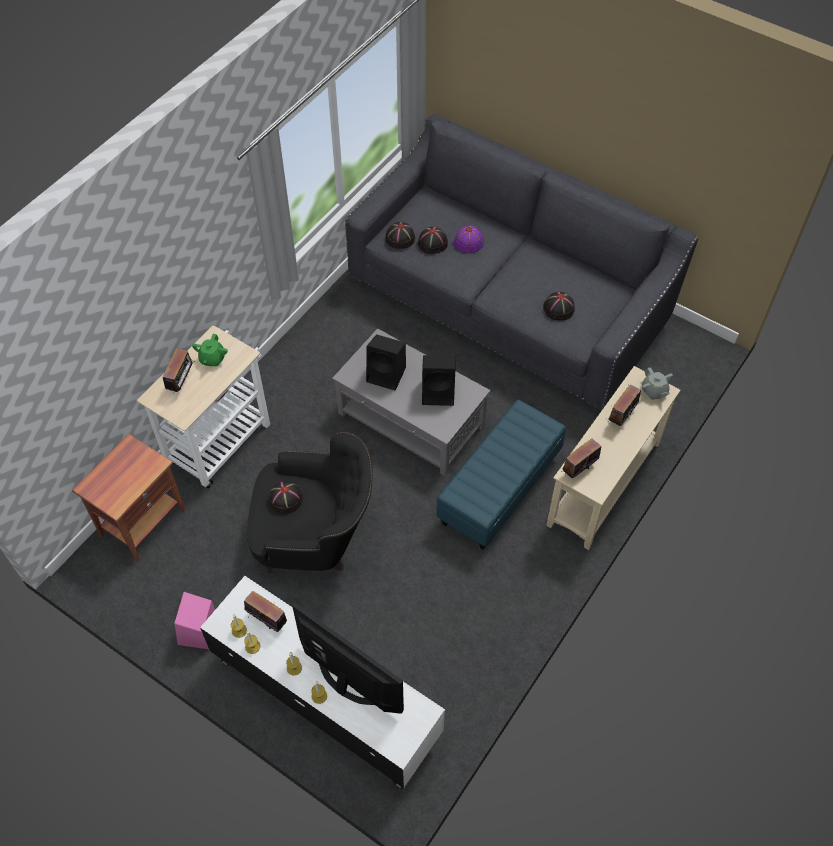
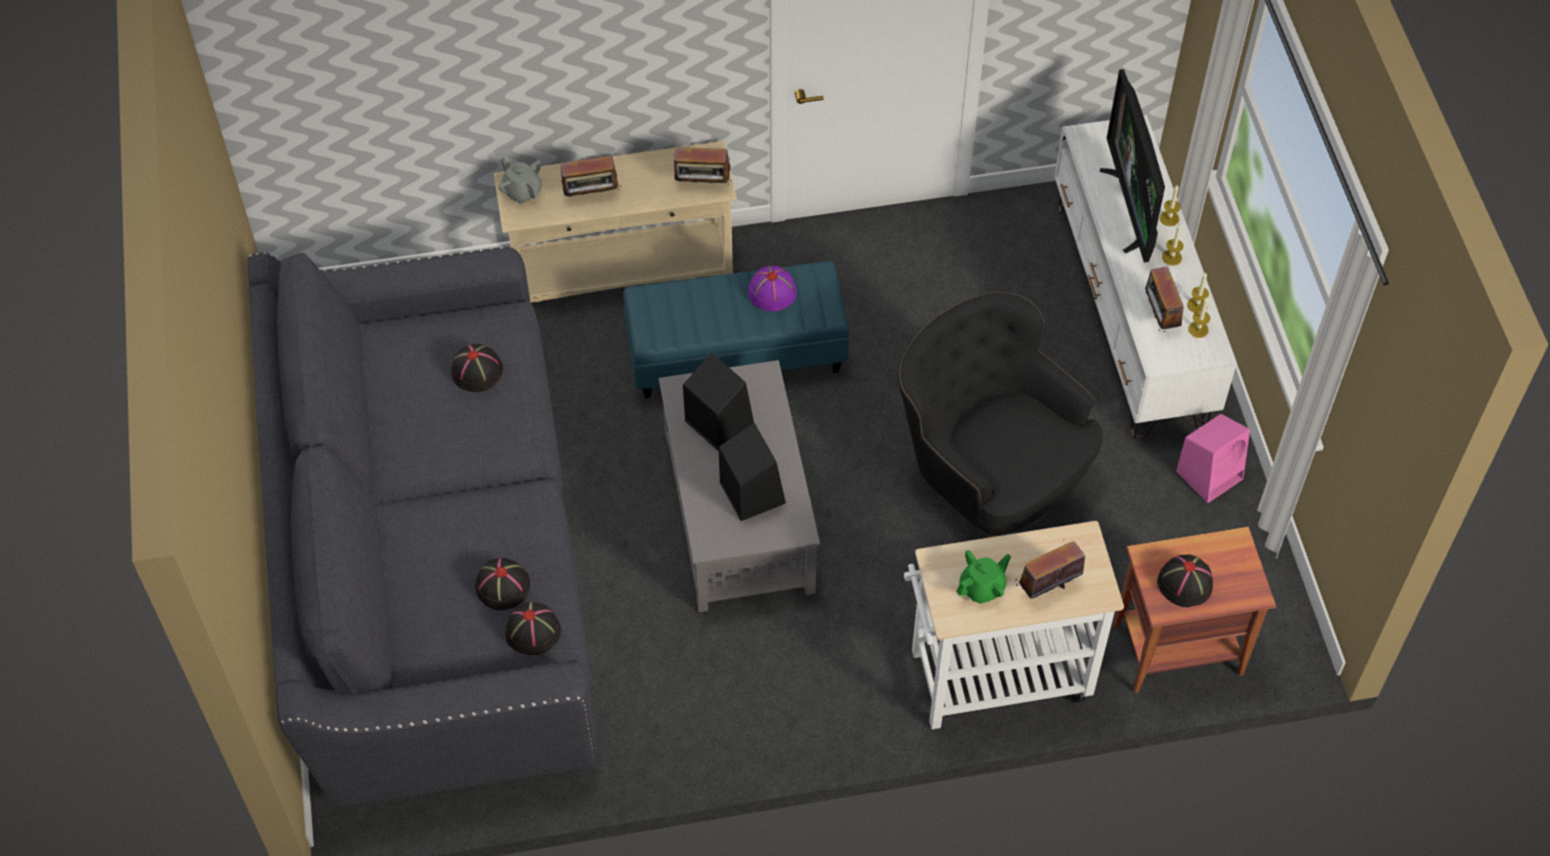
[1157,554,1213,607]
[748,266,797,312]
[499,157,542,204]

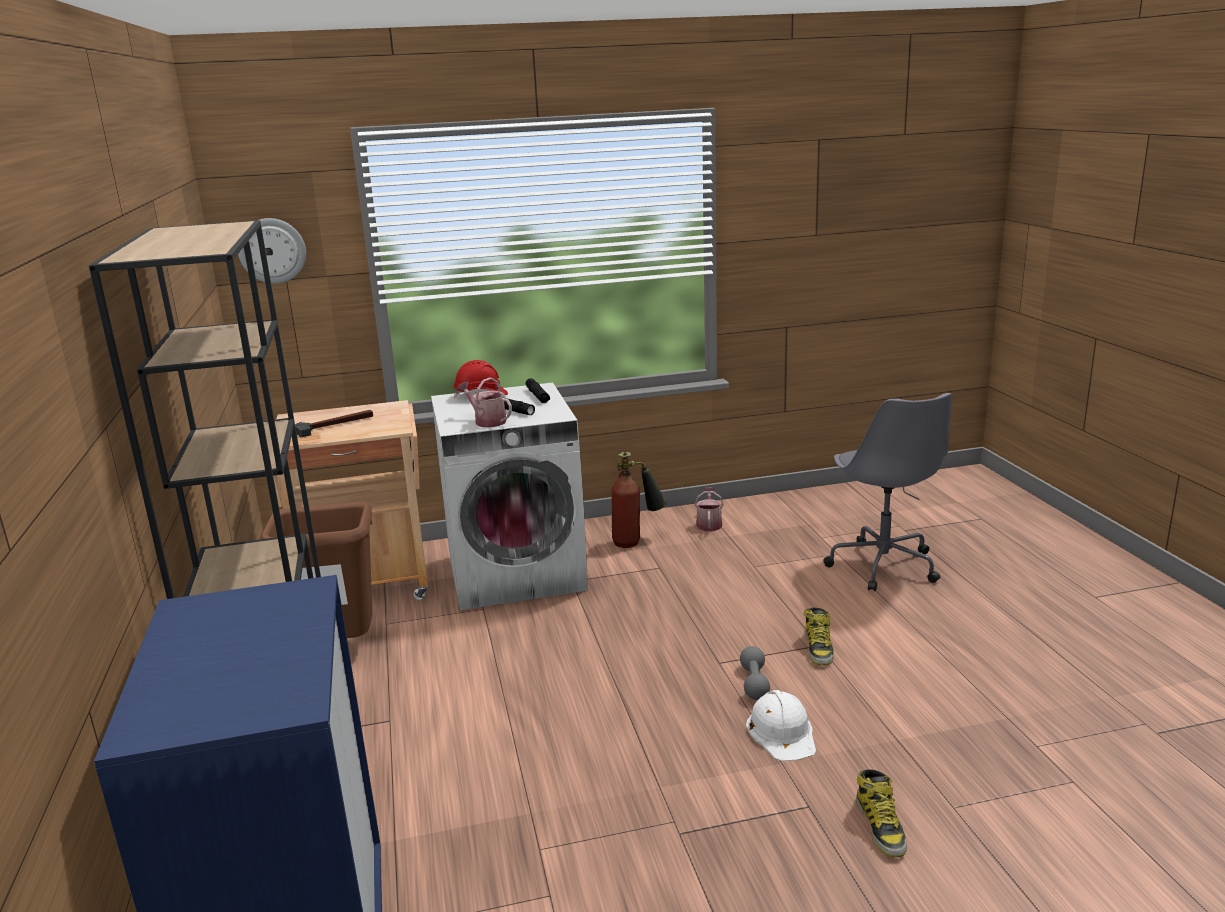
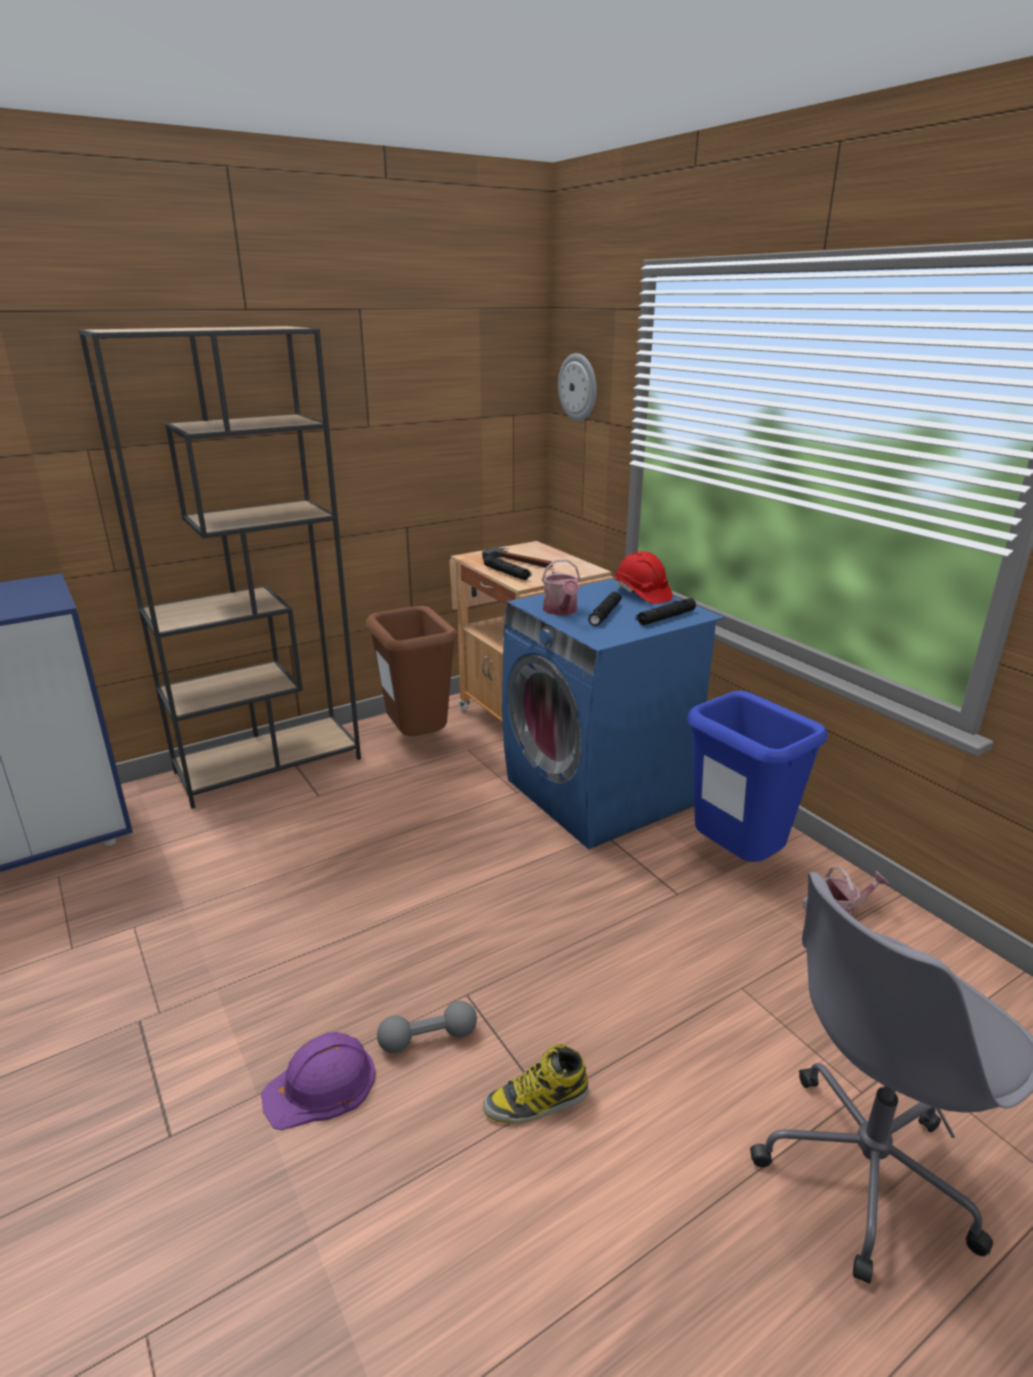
[502,578,725,849]
[542,559,580,615]
[687,691,828,862]
[261,1032,376,1130]
[856,769,907,858] (first image)
[484,556,532,580]

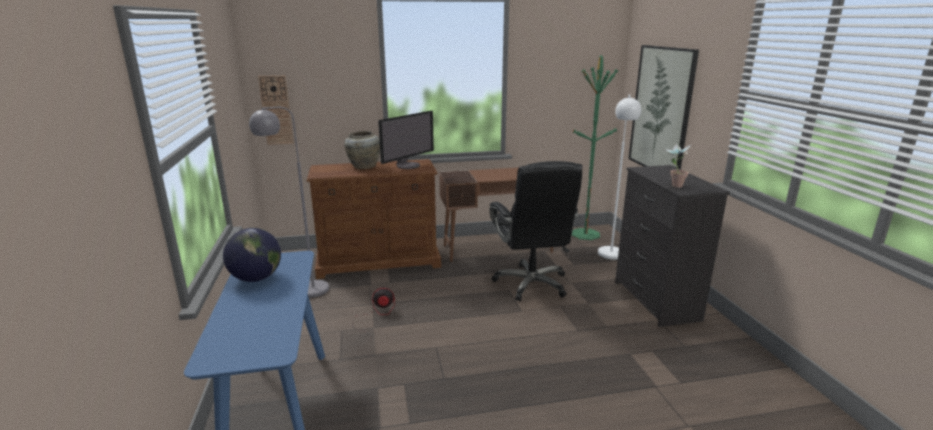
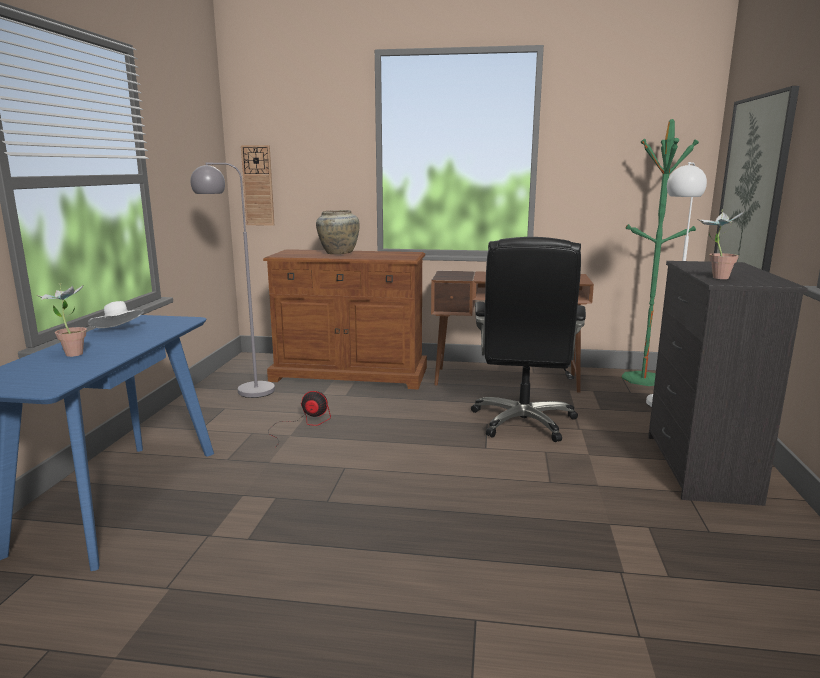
[87,301,144,328]
[378,110,434,169] (first image)
[37,283,87,357]

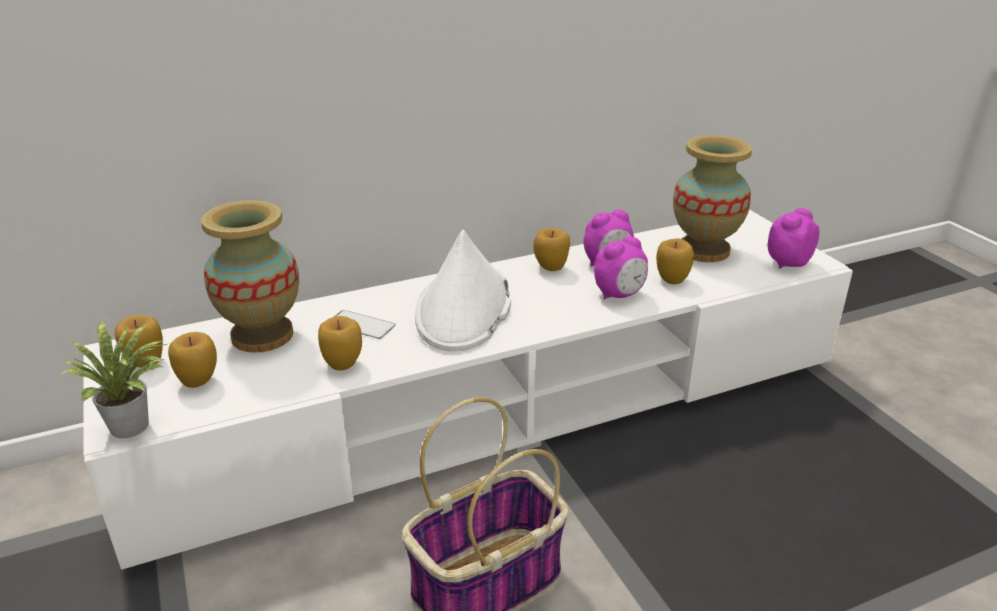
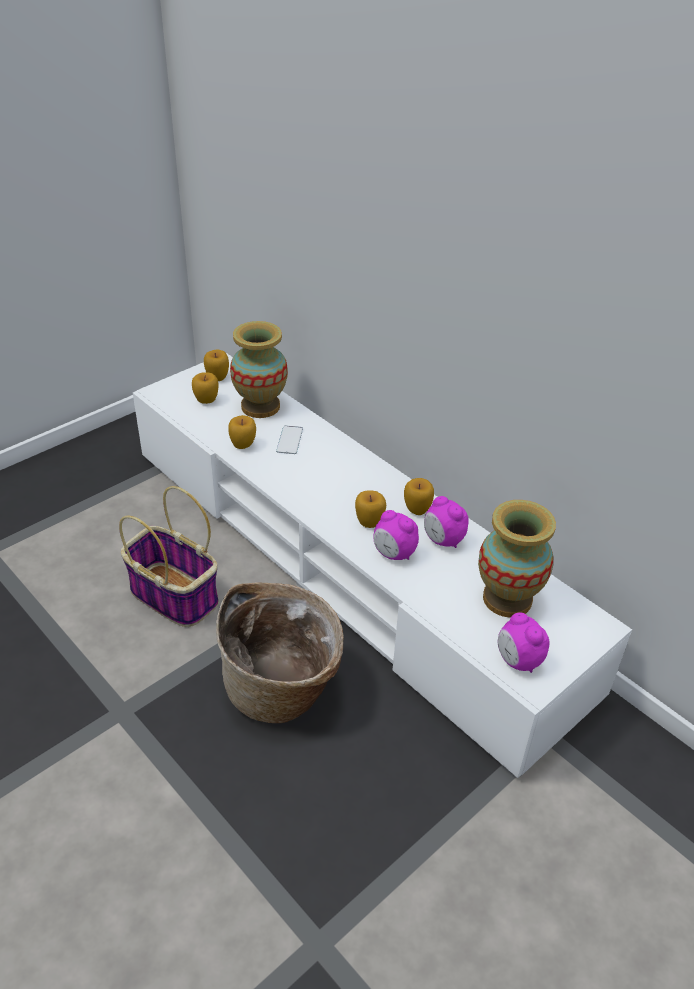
[61,320,167,438] (first image)
[415,230,511,351] (first image)
[355,491,386,528]
[498,612,550,673]
[216,582,344,723]

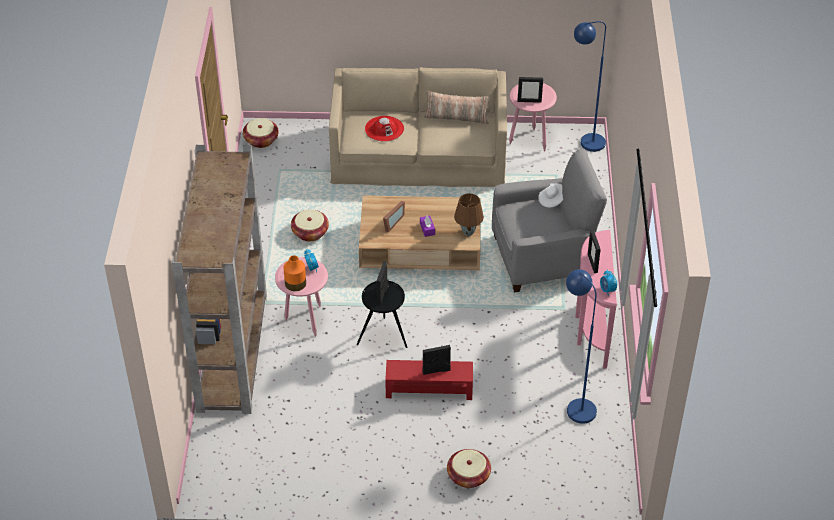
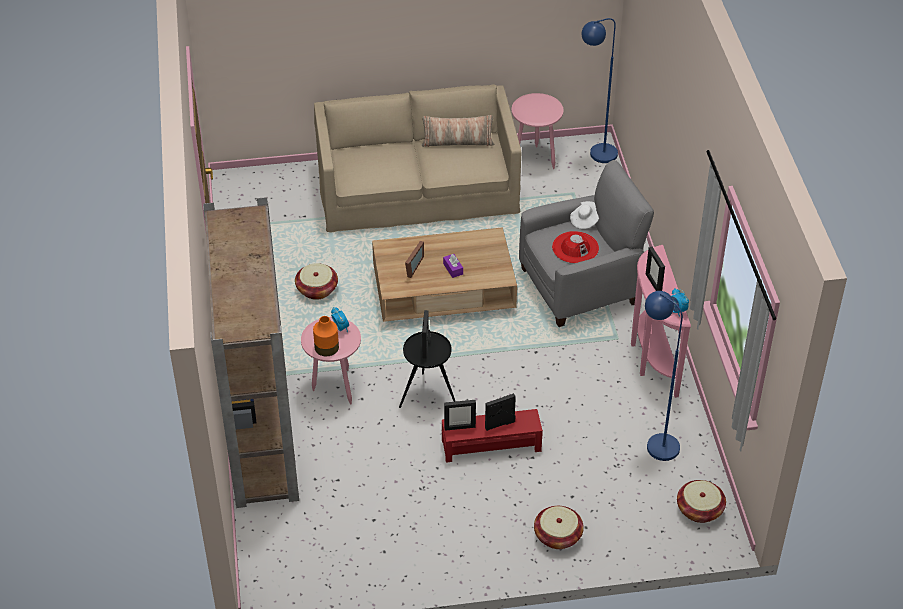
[677,480,726,523]
[552,231,599,264]
[454,193,484,236] (first image)
[444,400,476,431]

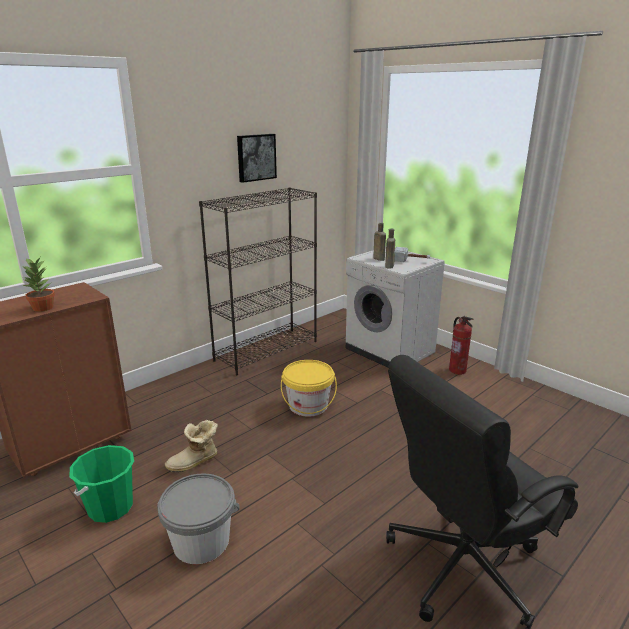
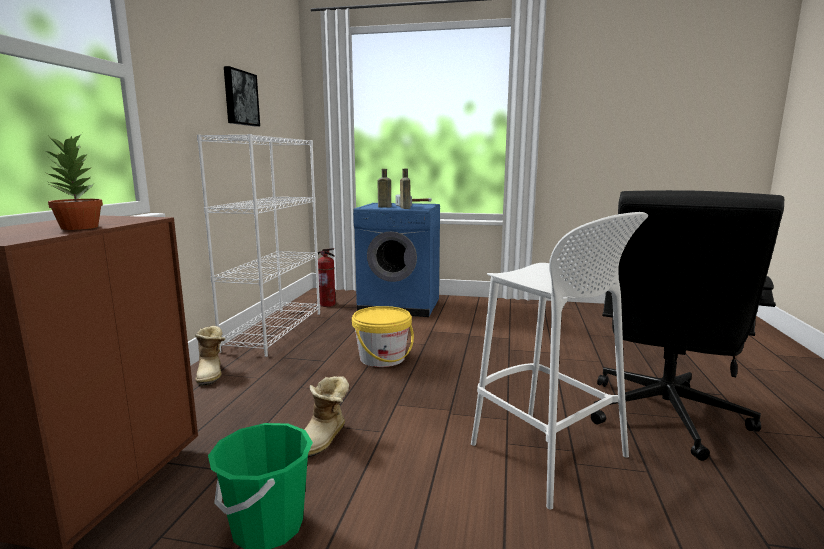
[157,473,240,564] (first image)
[197,134,320,357]
[353,203,440,317]
[318,248,335,307]
[195,326,226,386]
[471,212,648,510]

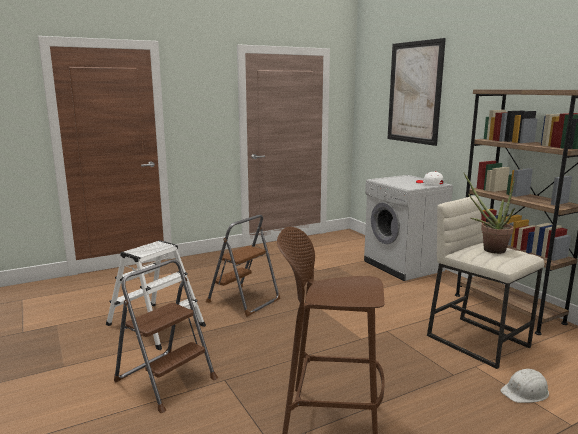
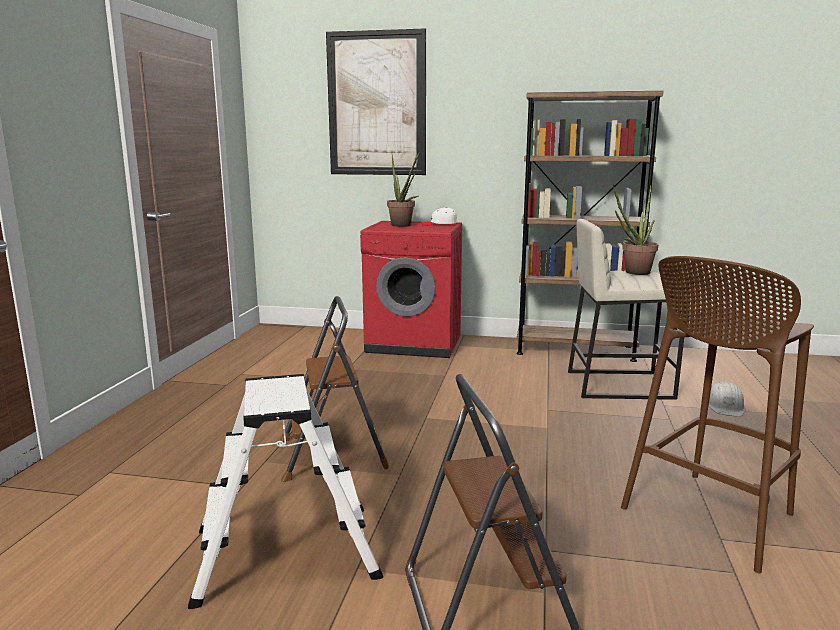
[360,221,462,358]
[387,152,420,227]

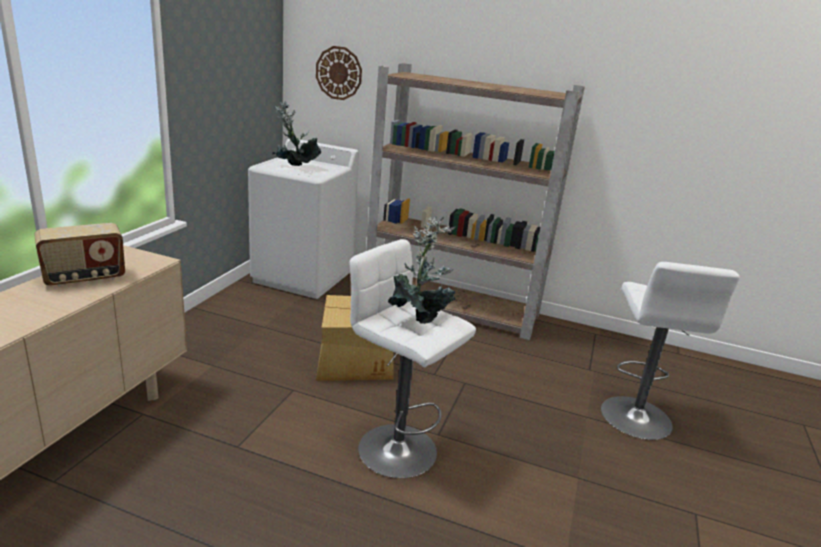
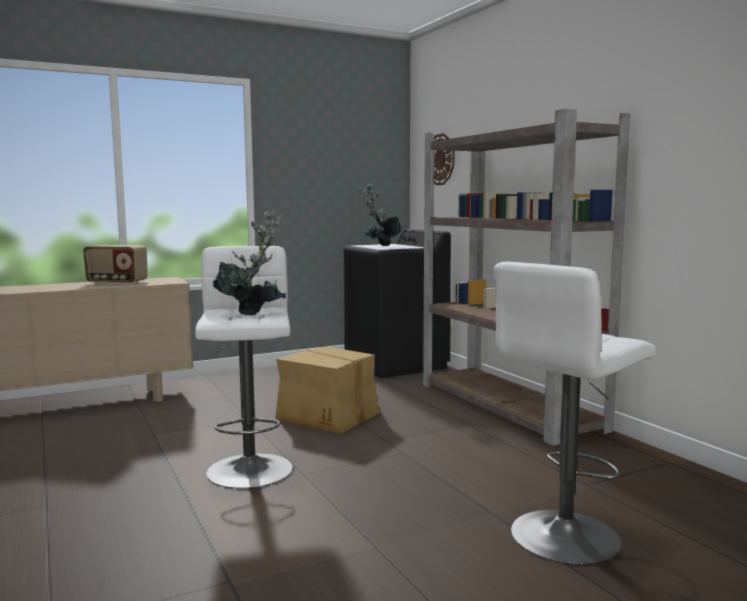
[344,229,451,378]

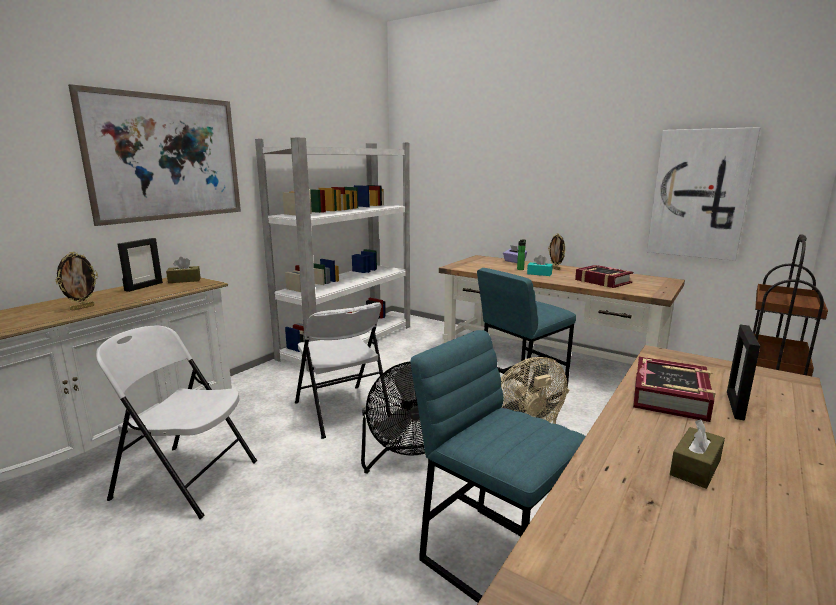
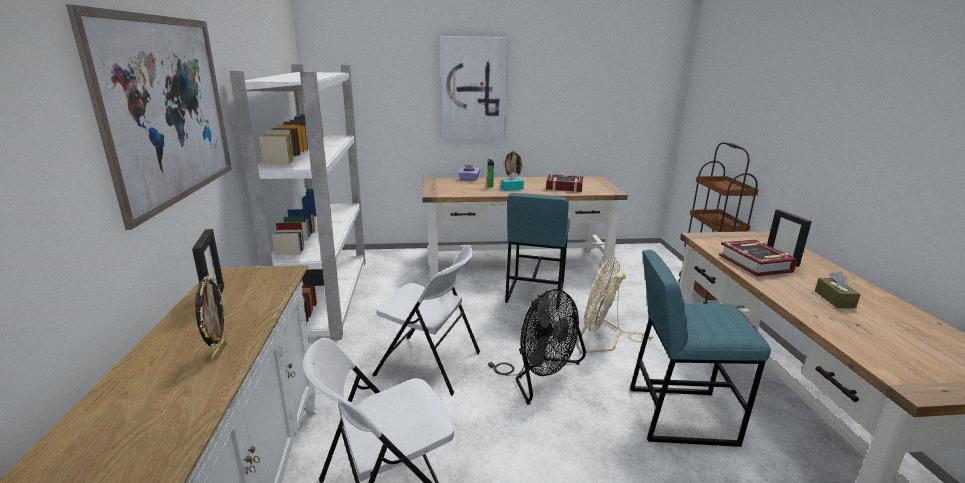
[166,257,201,283] (first image)
[441,36,508,140]

